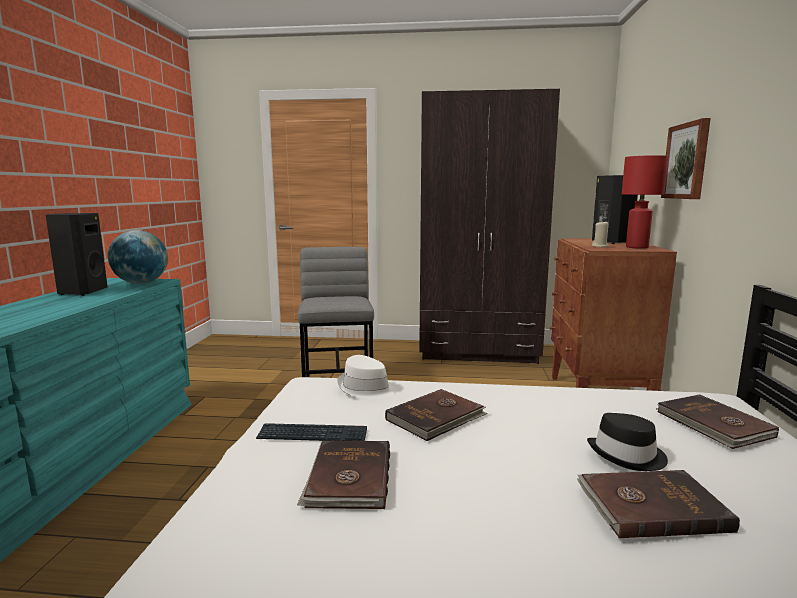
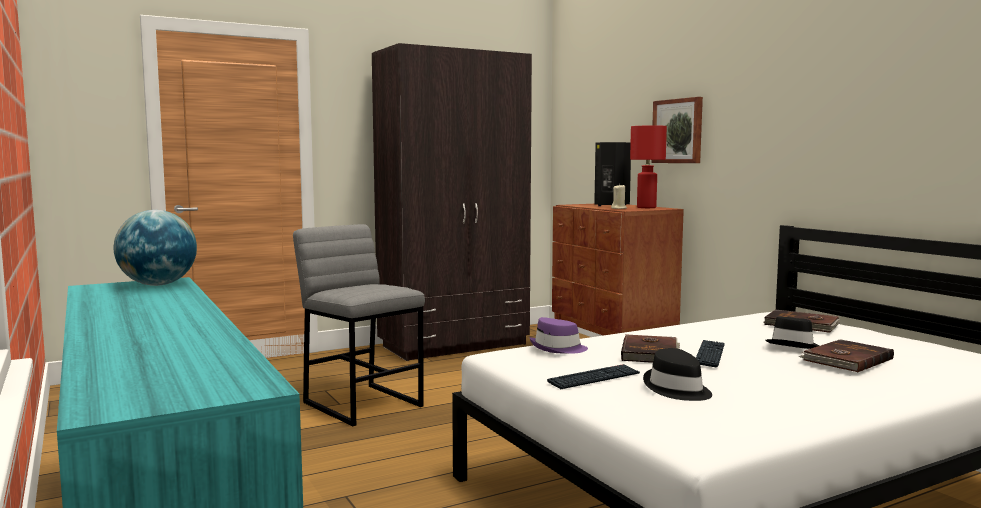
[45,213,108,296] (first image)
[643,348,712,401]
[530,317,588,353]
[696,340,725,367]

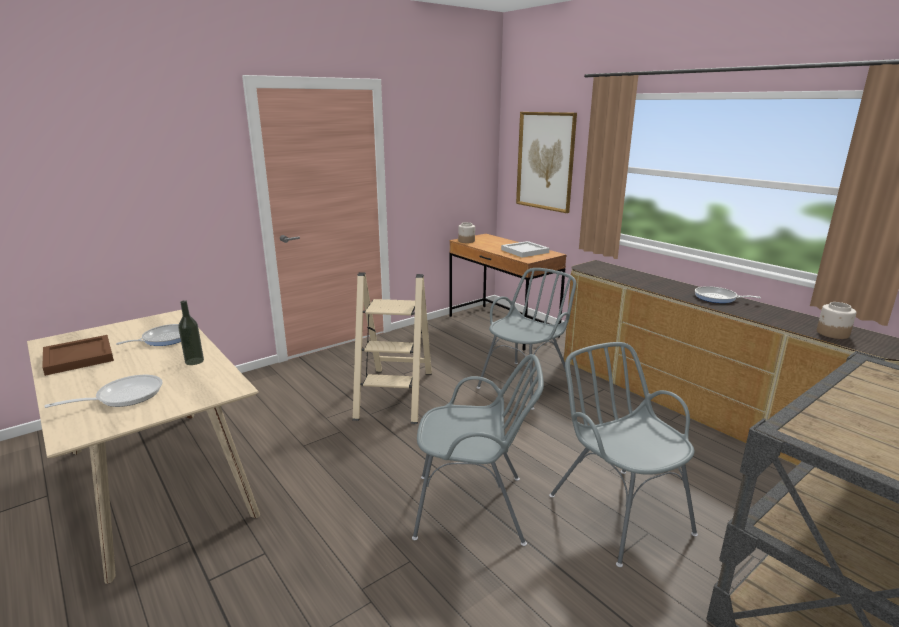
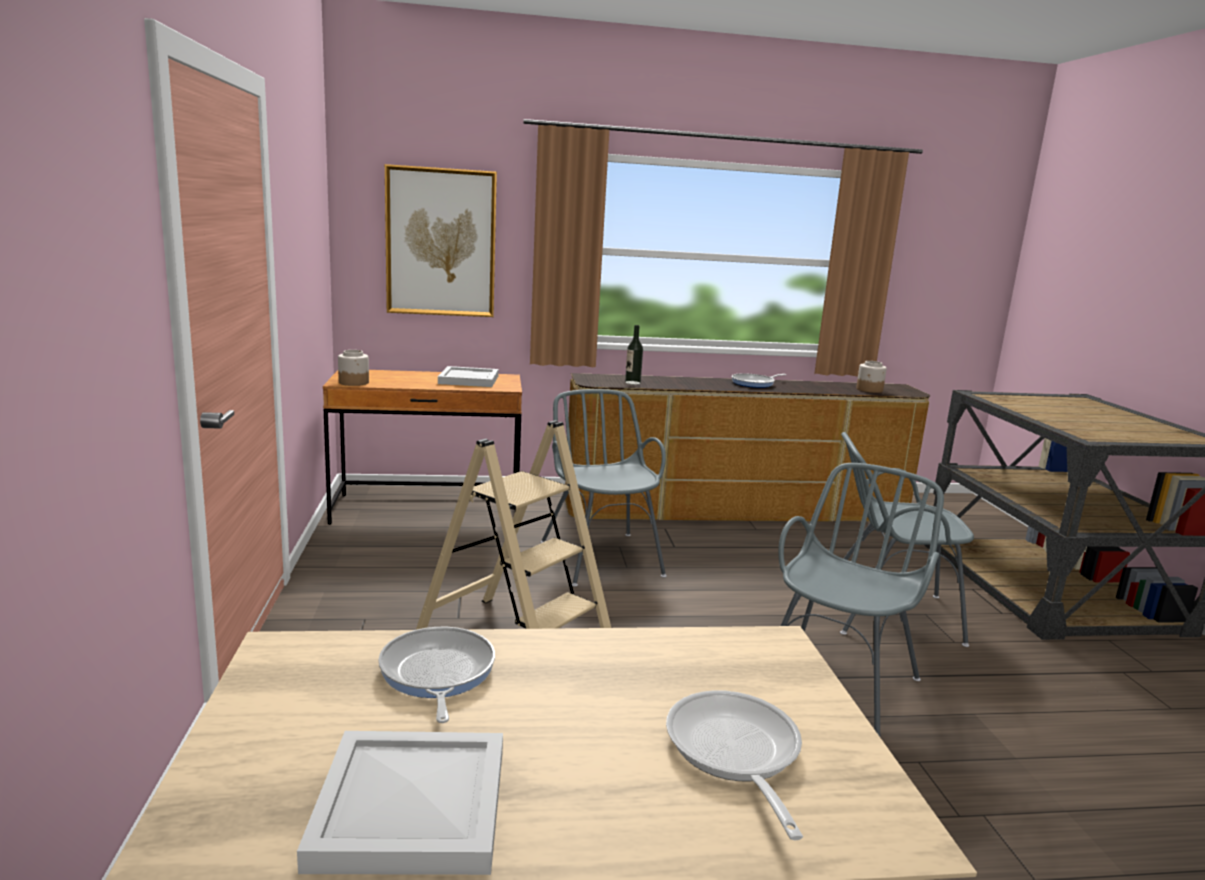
[297,731,503,875]
[625,325,643,385]

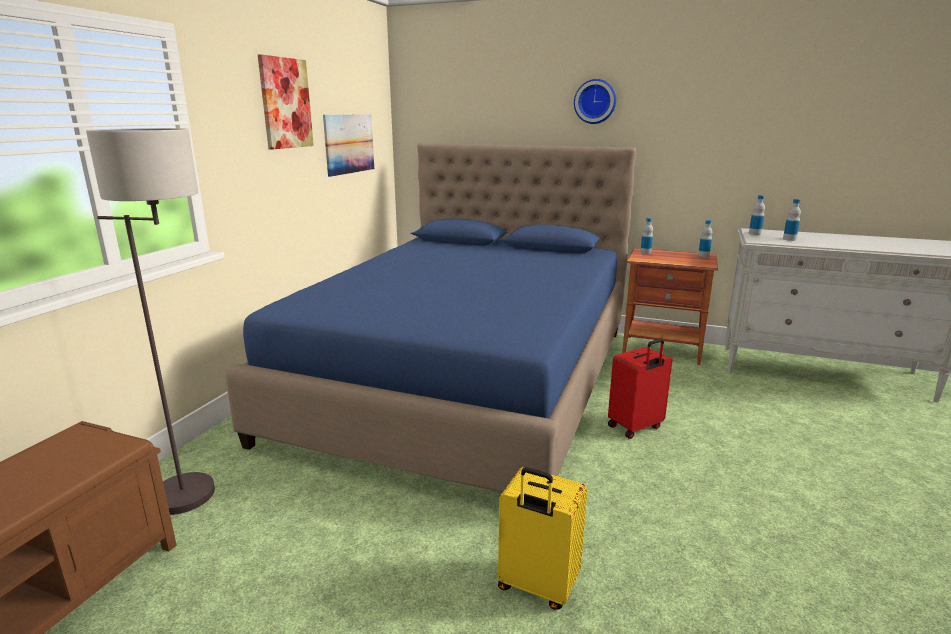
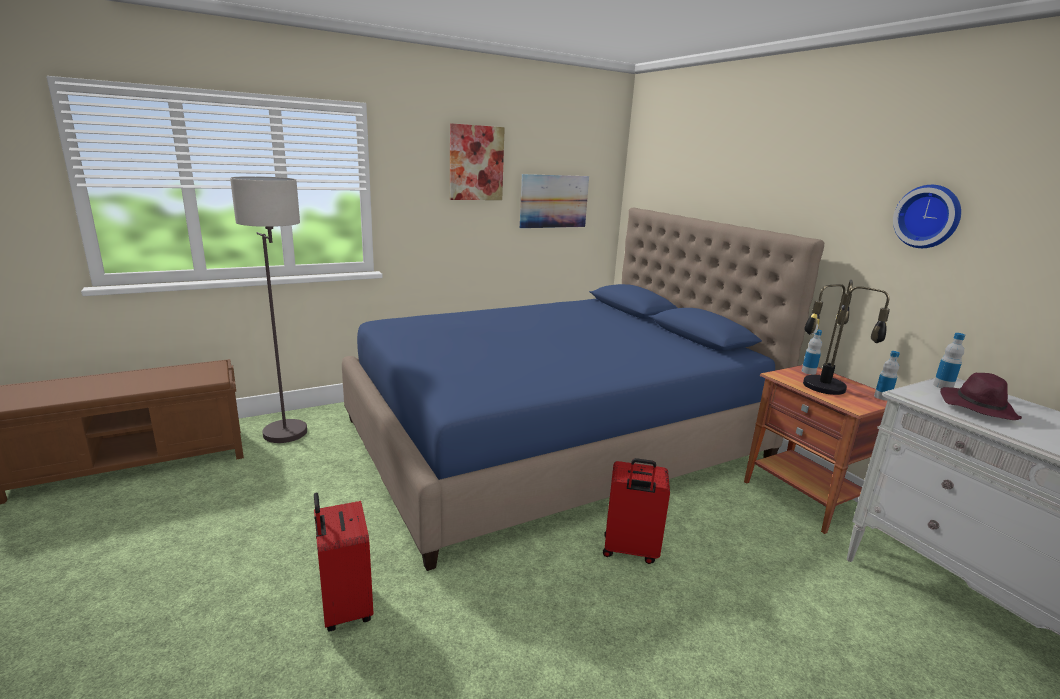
[314,493,373,632]
[893,185,961,248]
[940,373,1022,420]
[803,280,890,395]

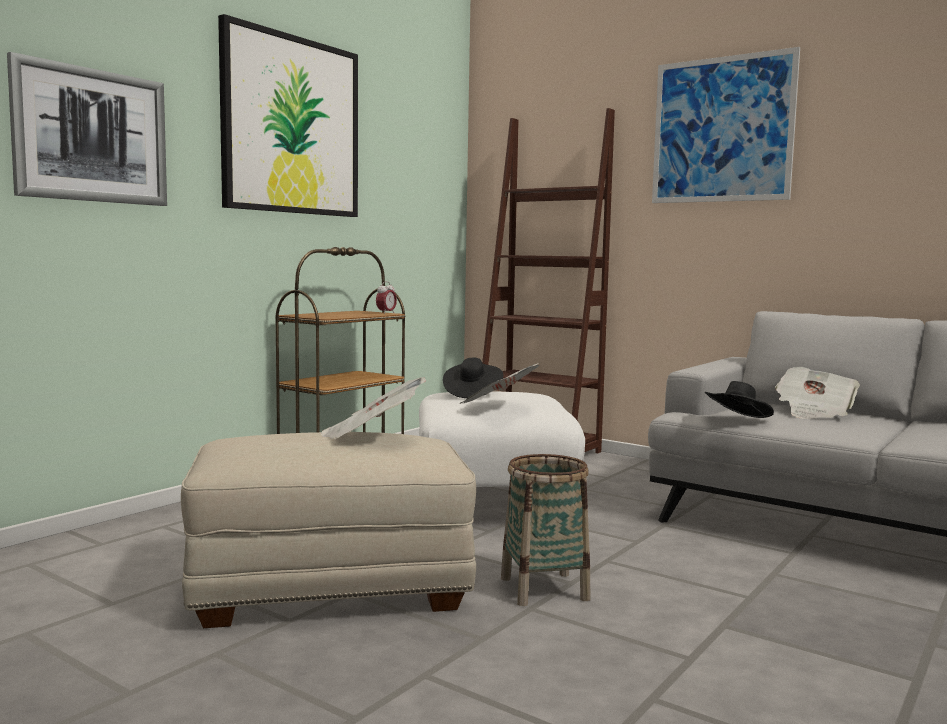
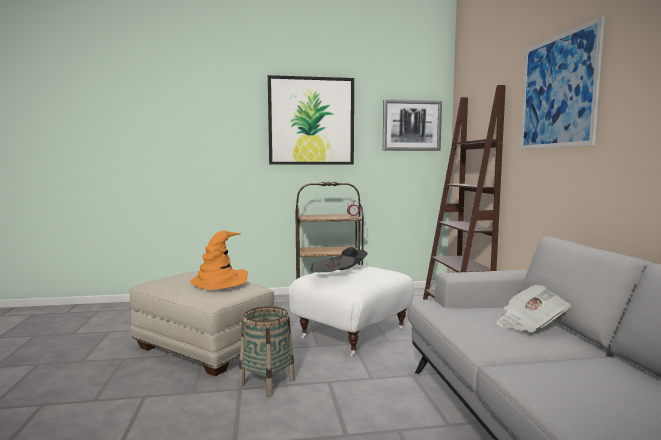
[383,99,442,151]
[190,230,248,290]
[705,381,774,418] (first image)

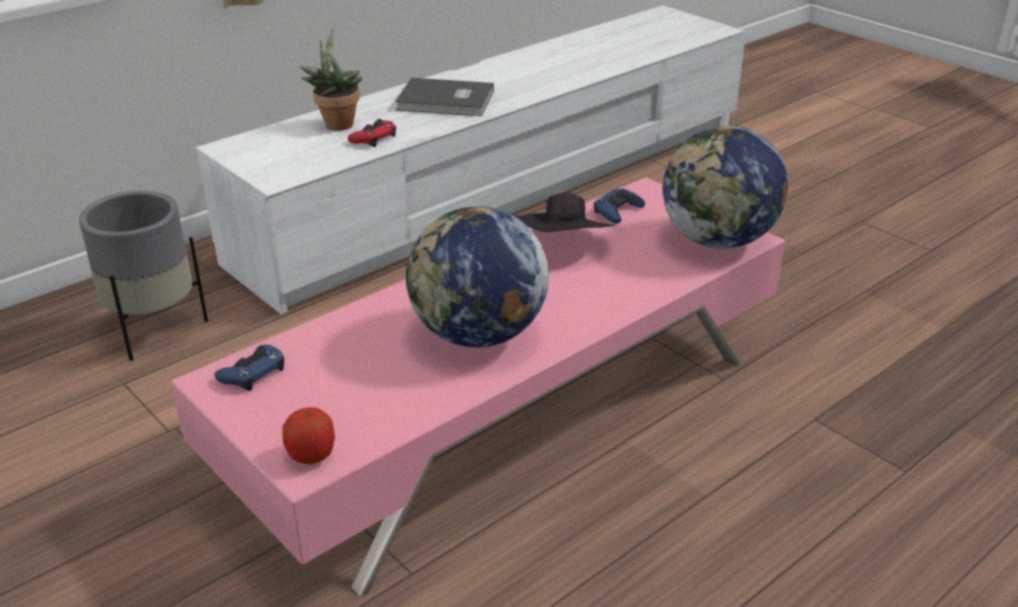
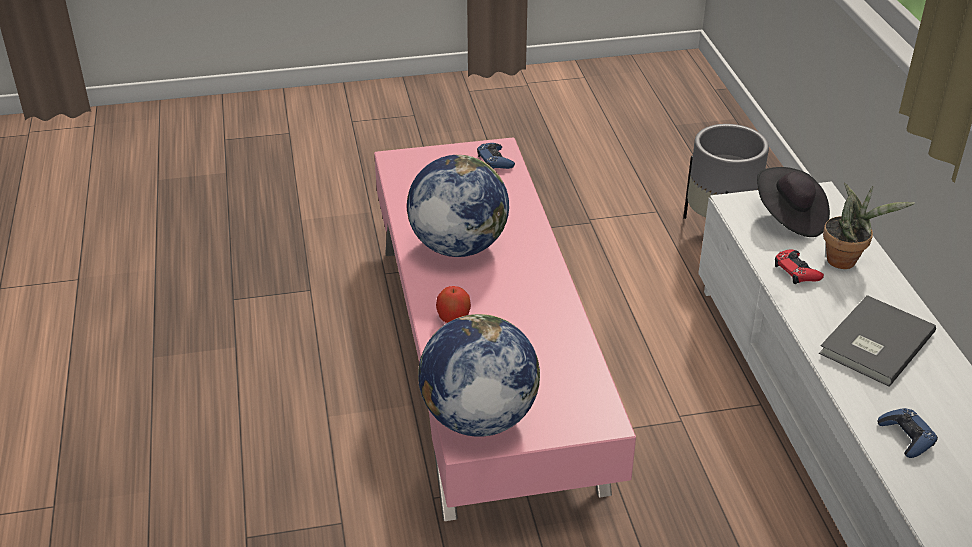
[436,286,471,323]
[757,167,830,237]
[878,408,938,458]

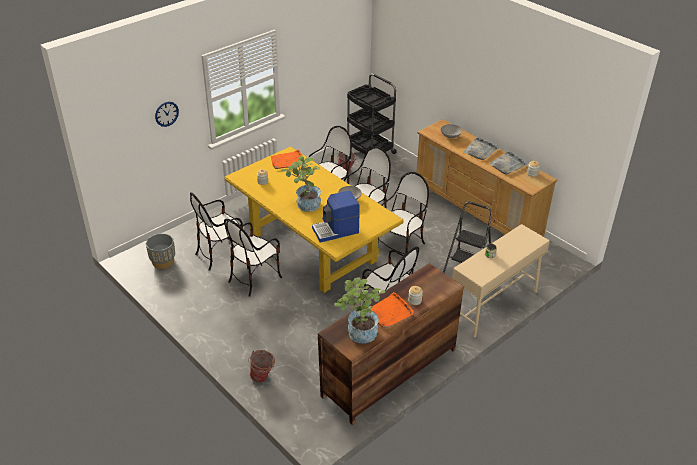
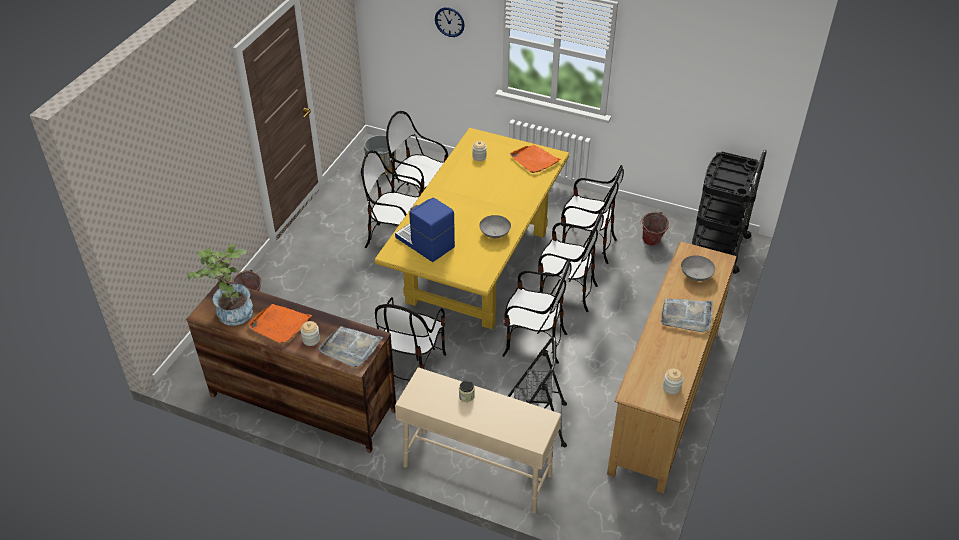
[281,156,321,212] (first image)
[318,326,383,367]

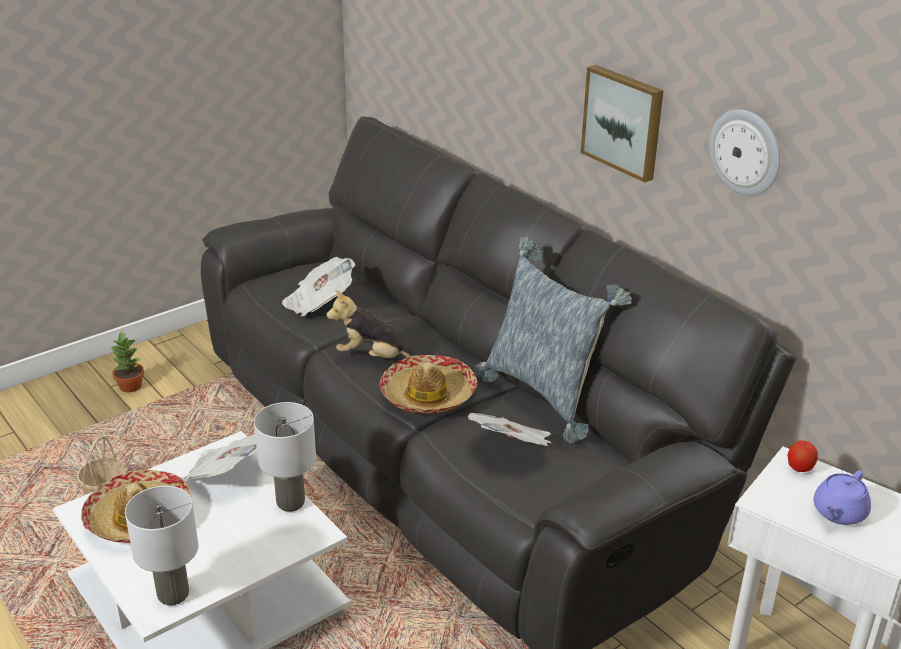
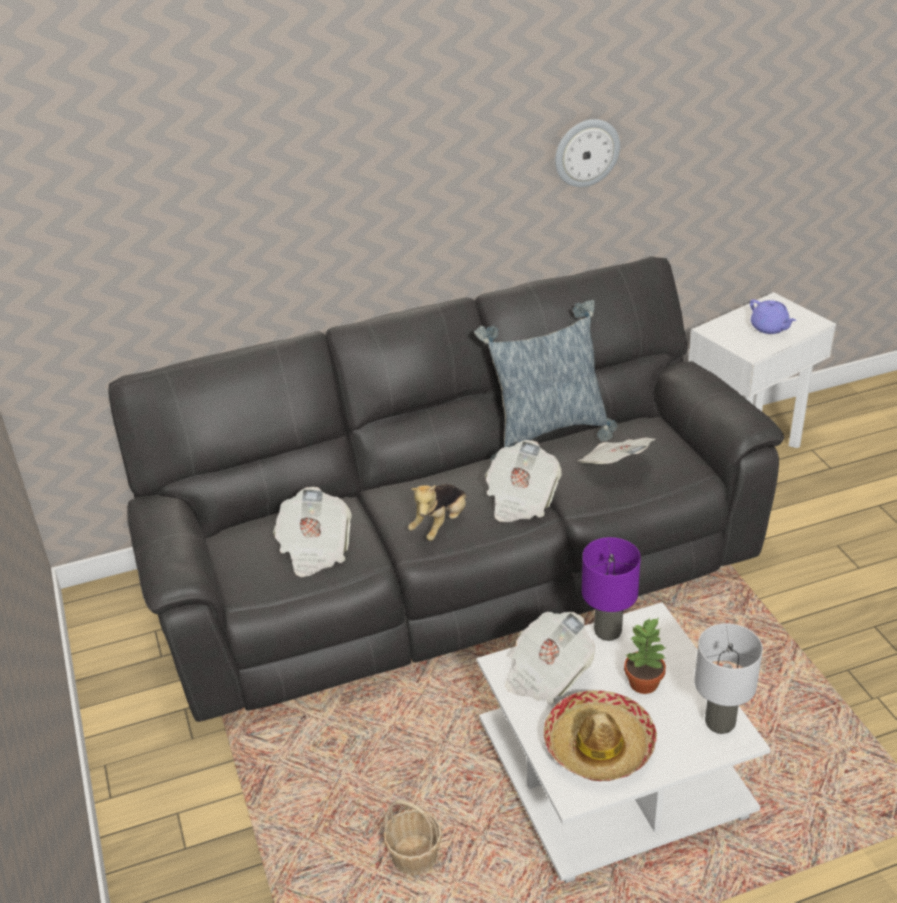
[624,617,666,694]
[582,537,641,641]
[485,440,562,522]
[581,65,664,182] (first image)
[788,441,818,472] (first image)

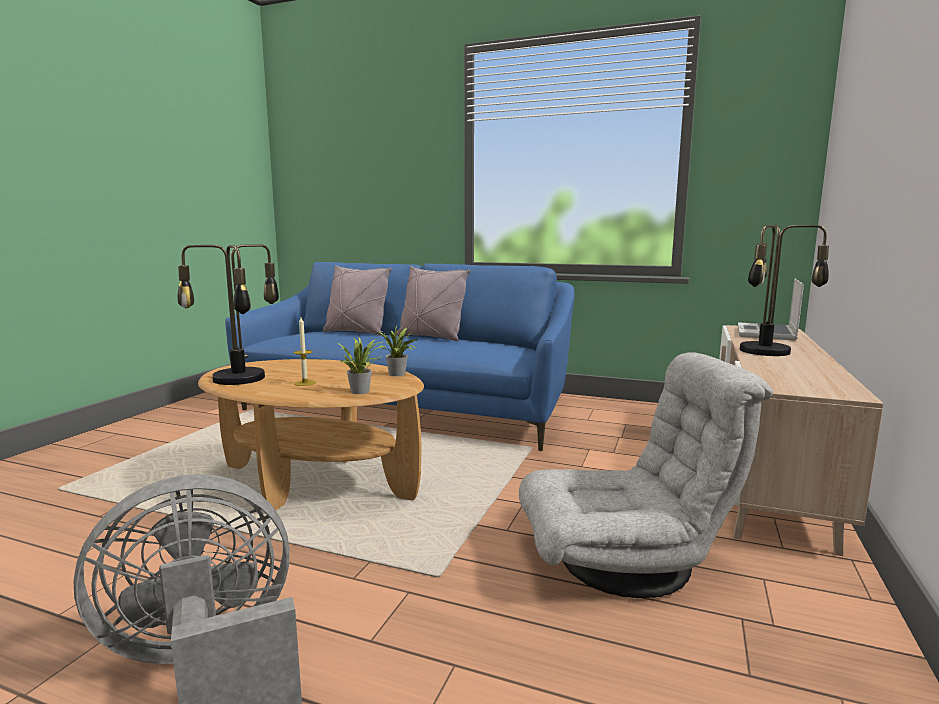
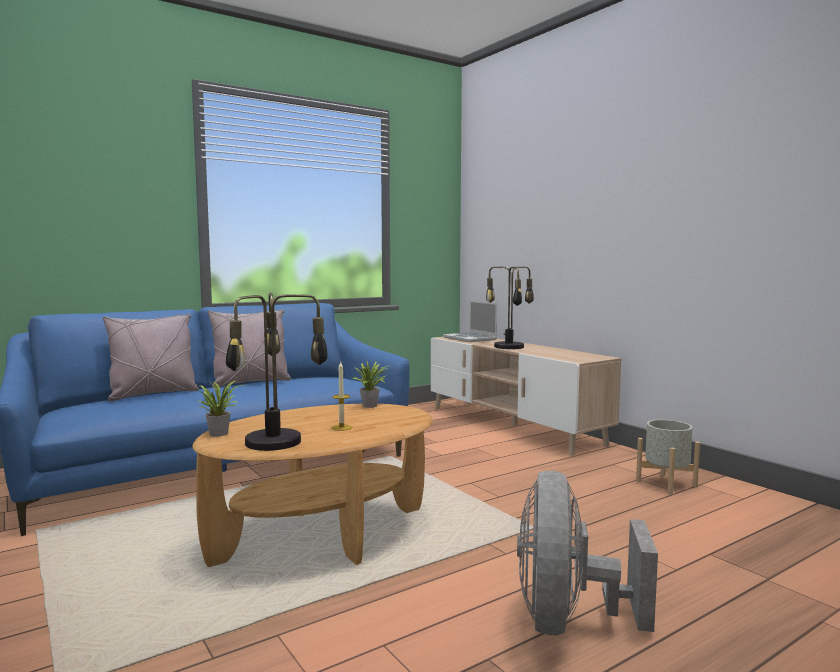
[198,381,243,436]
[519,352,773,598] (first image)
[636,420,700,494]

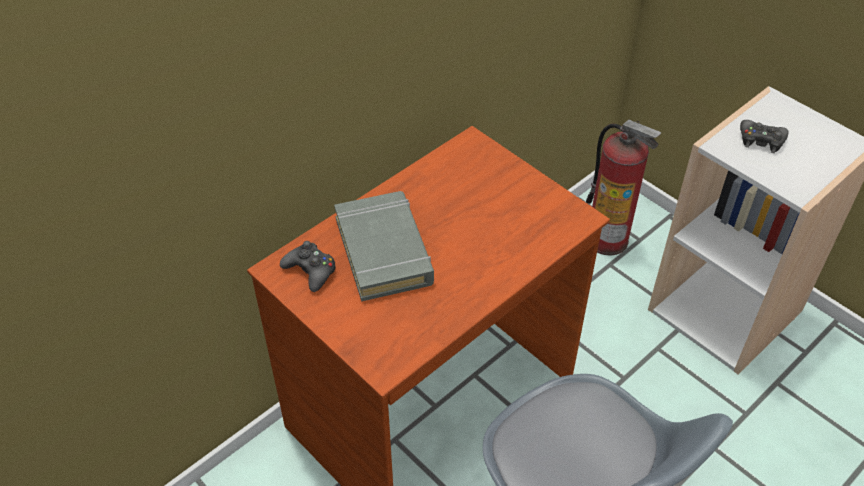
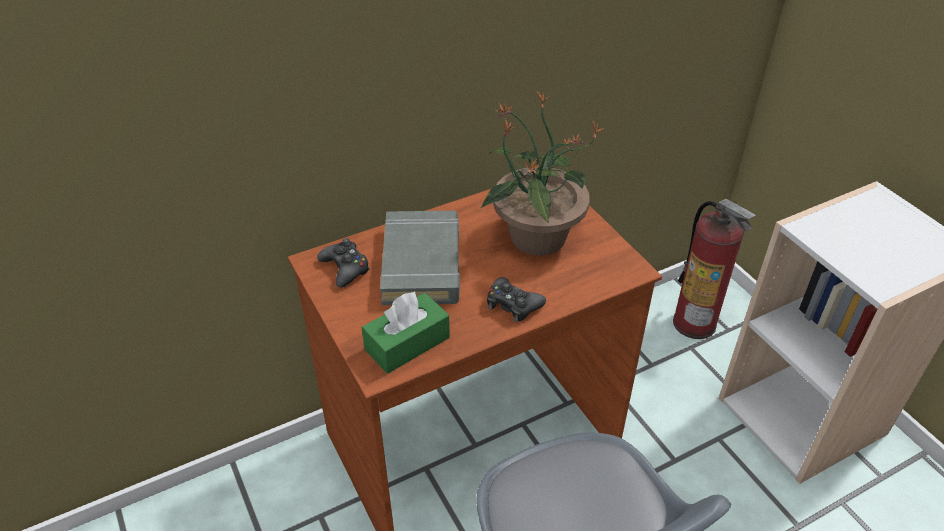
[487,277,546,323]
[362,292,450,374]
[481,92,605,256]

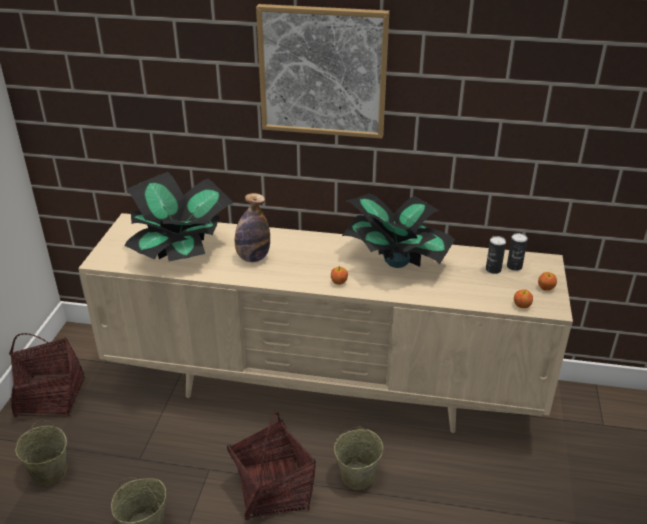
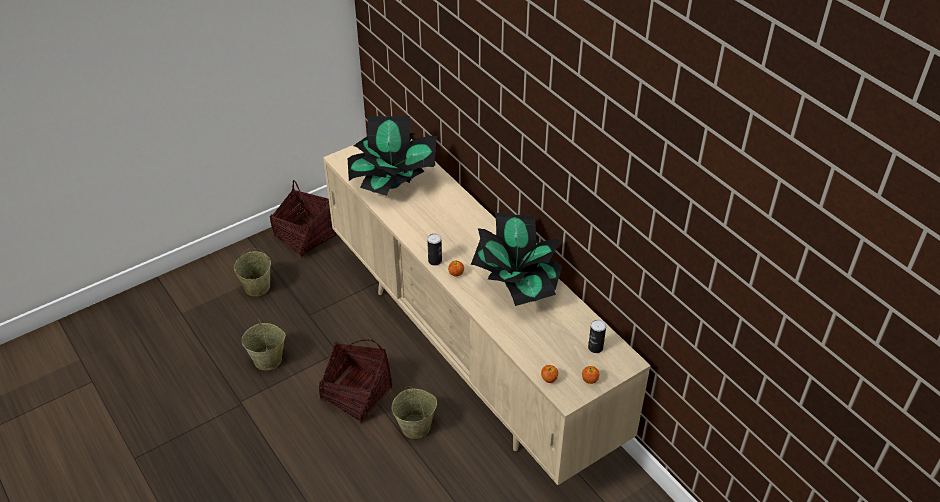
[235,193,270,262] (first image)
[256,4,390,139] (first image)
[427,234,442,266]

